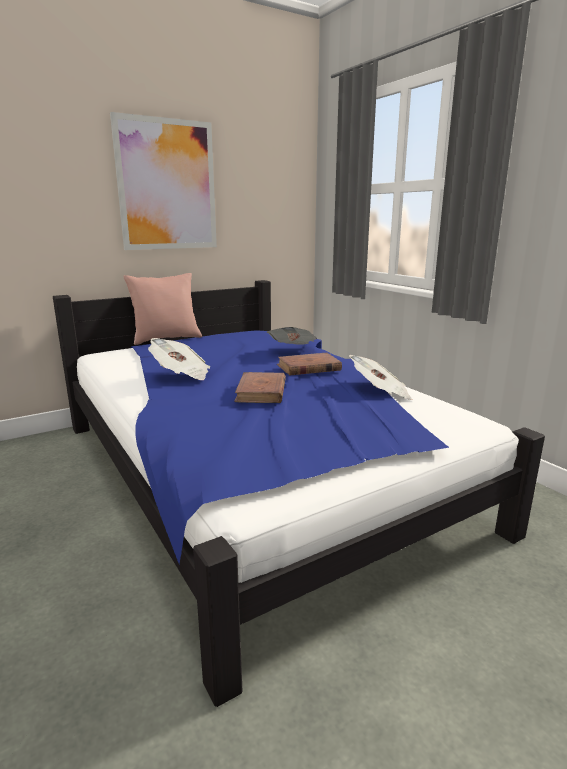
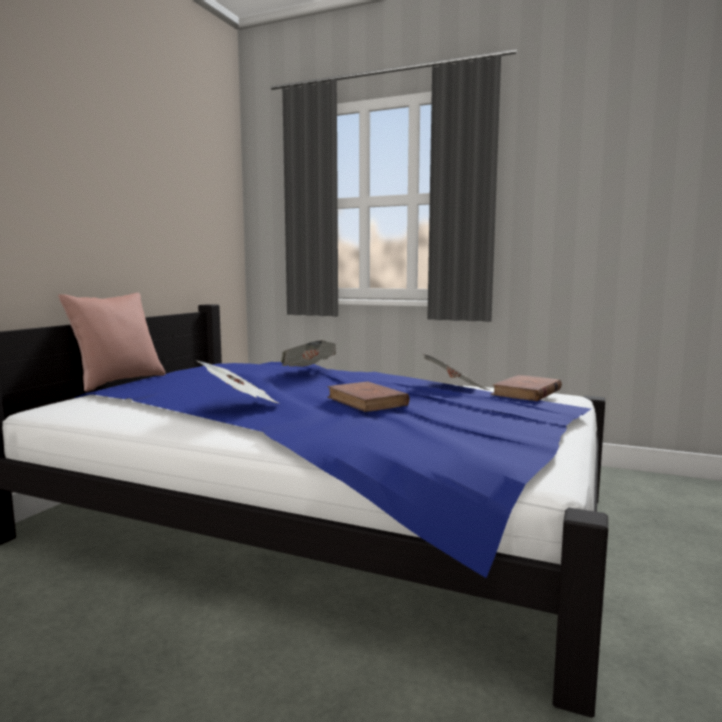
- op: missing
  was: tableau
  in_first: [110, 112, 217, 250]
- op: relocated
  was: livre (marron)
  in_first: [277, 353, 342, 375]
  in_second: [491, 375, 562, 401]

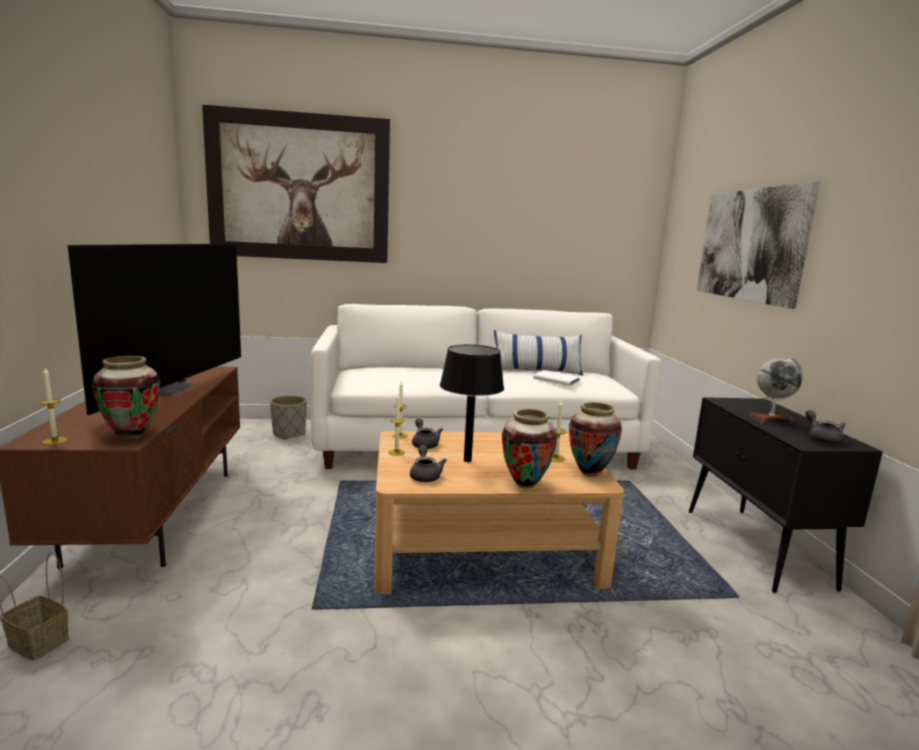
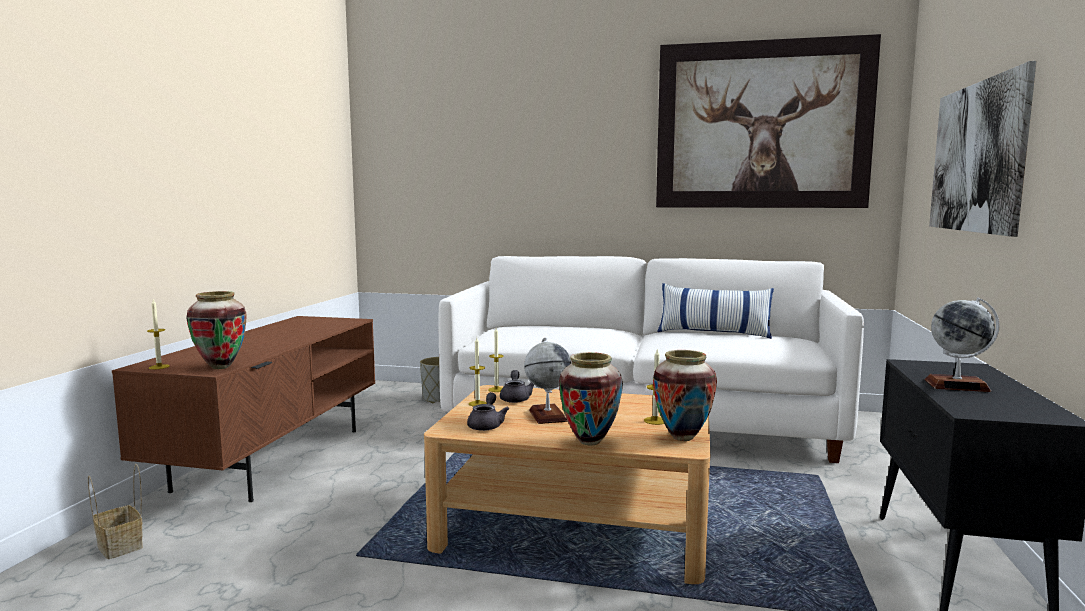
- op: missing
  was: téléviseur
  in_first: [68, 244, 241, 415]
- op: relocated
  was: tableau
  in_first: [202, 105, 390, 263]
  in_second: [656, 34, 881, 208]
- op: exchanged
  was: lampe de table (noir)
  now: globe
  in_first: [440, 345, 504, 462]
  in_second: [524, 338, 571, 424]
- op: missing
  was: livre (blanc)
  in_first: [533, 370, 580, 386]
- op: missing
  was: théière (gris)
  in_first: [805, 410, 846, 444]

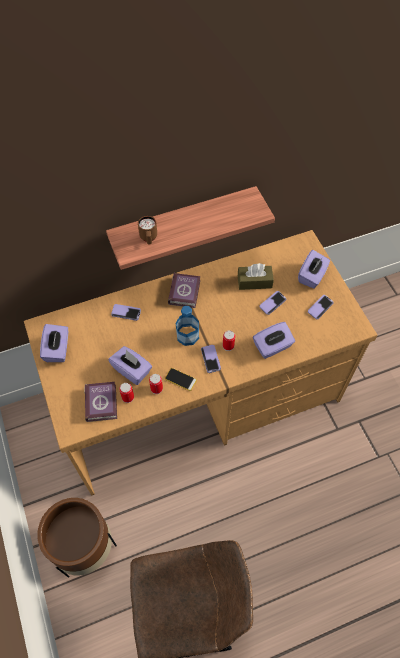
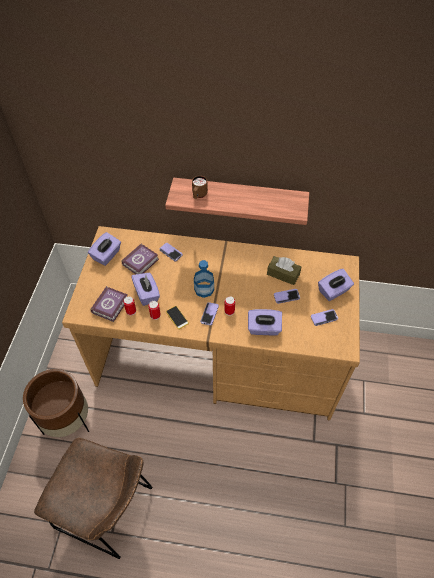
- op: relocated
  was: livre
  in_first: [168, 273, 200, 308]
  in_second: [121, 243, 159, 274]

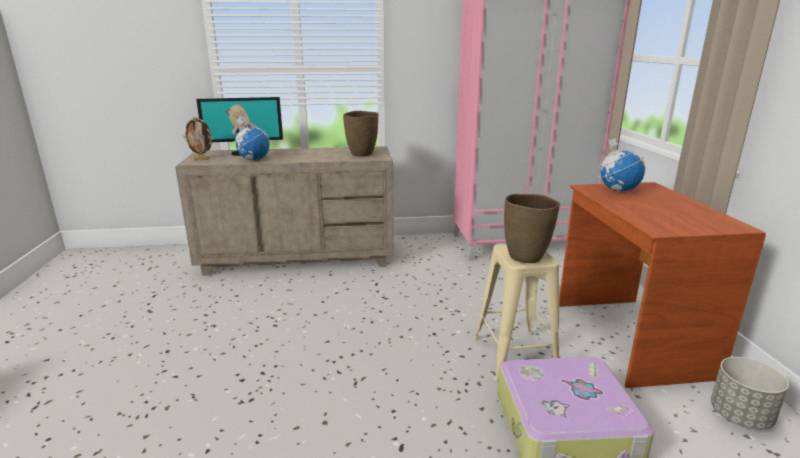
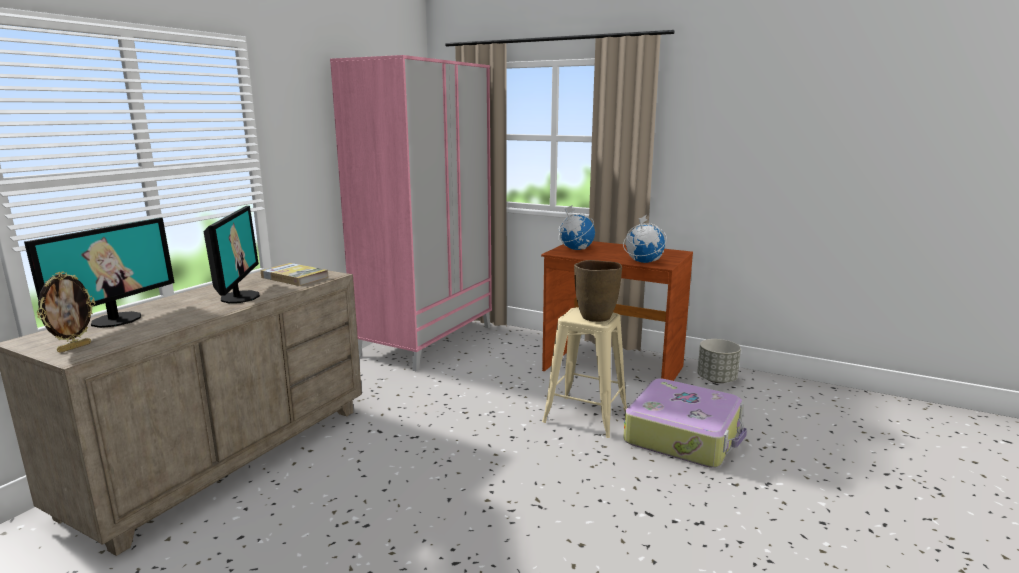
- op: relocated
  was: globe
  in_first: [234, 117, 270, 160]
  in_second: [623, 215, 667, 263]
- op: exchanged
  was: vase (marron)
  now: livre
  in_first: [343, 111, 378, 156]
  in_second: [260, 263, 328, 286]
- op: appeared
  now: écran d'ordinateur
  in_second: [204, 206, 260, 303]

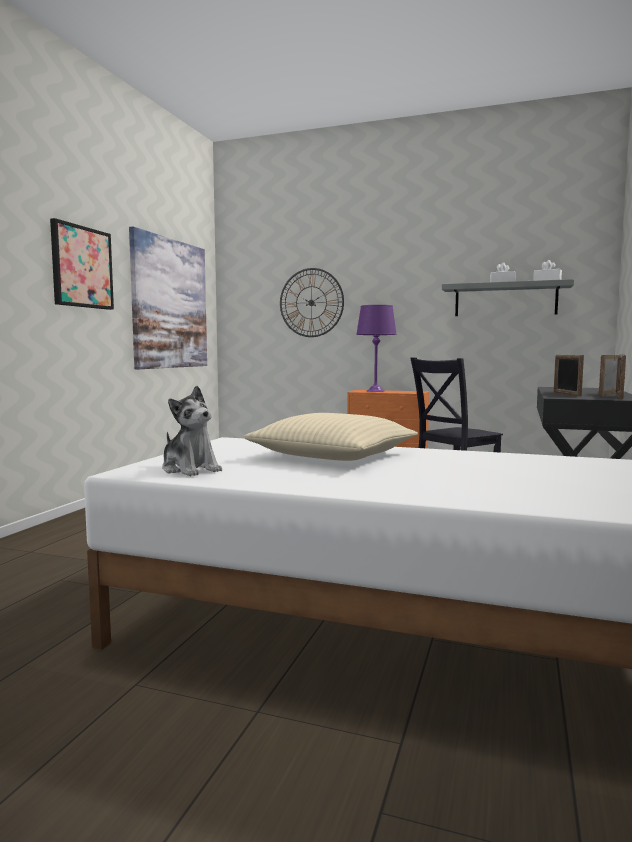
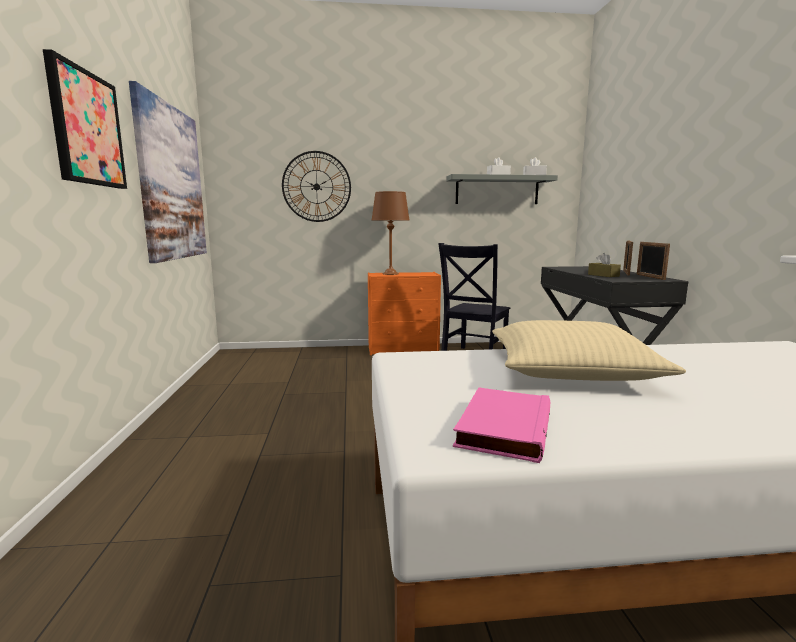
- op: exchanged
  was: peluche
  now: livre (rose)
  in_first: [162, 386, 222, 476]
  in_second: [453, 388, 550, 463]
- op: colour
  was: lampe de table (violet)
  now: lampe de table (marron)
  in_first: [356, 305, 397, 392]
  in_second: [371, 191, 410, 275]
- op: exchanged
  was: cadre photo
  now: boîte à mouchoirs (marron)
  in_first: [554, 355, 584, 396]
  in_second: [588, 253, 621, 277]

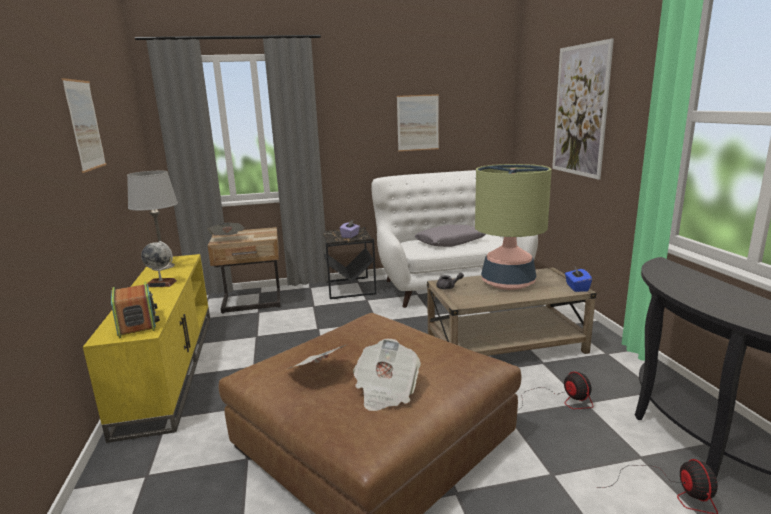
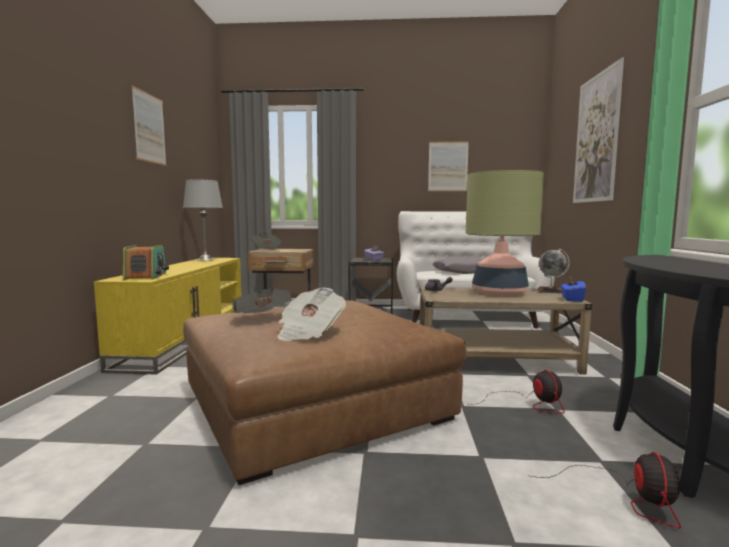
- op: relocated
  was: globe
  in_first: [141, 241, 177, 287]
  in_second: [537, 249, 570, 293]

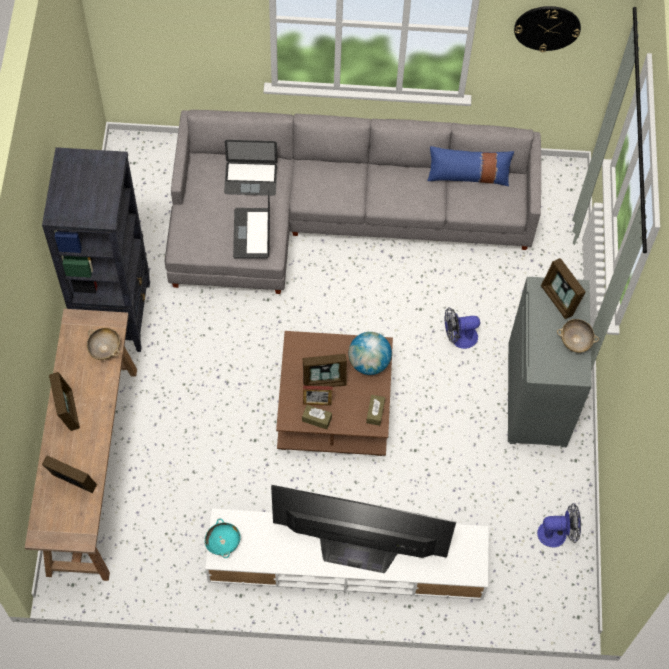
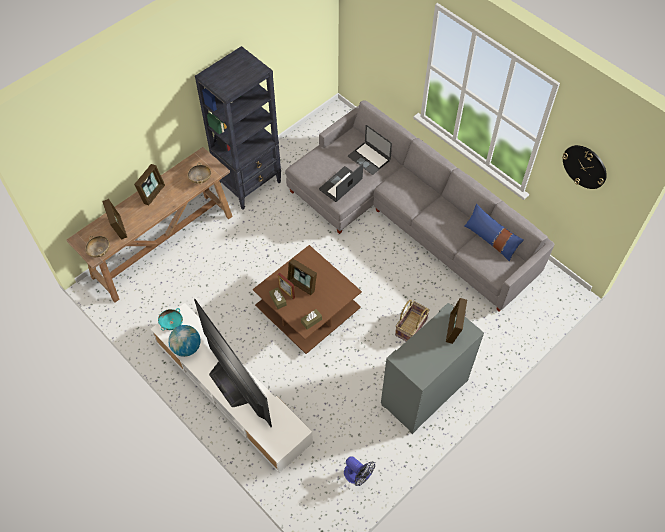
- op: relocated
  was: globe
  in_first: [349, 332, 392, 375]
  in_second: [168, 325, 200, 357]
- op: exchanged
  was: ventilateur
  now: panier
  in_first: [445, 307, 480, 349]
  in_second: [395, 300, 430, 341]
- op: relocated
  was: bol (beige)
  in_first: [557, 319, 599, 353]
  in_second: [85, 236, 110, 257]

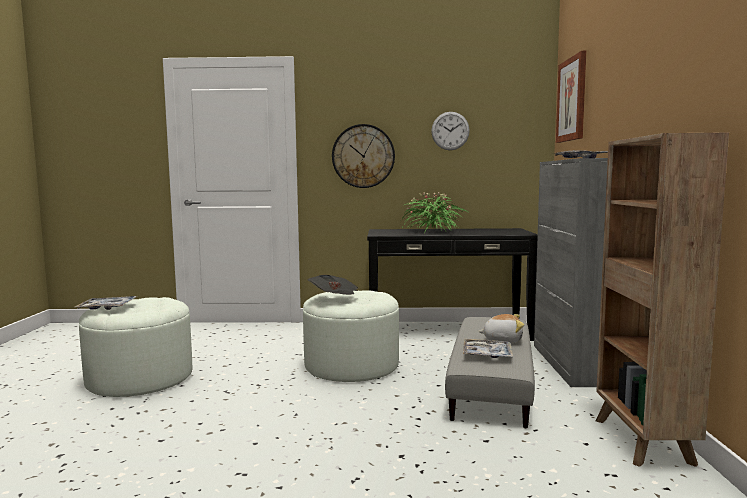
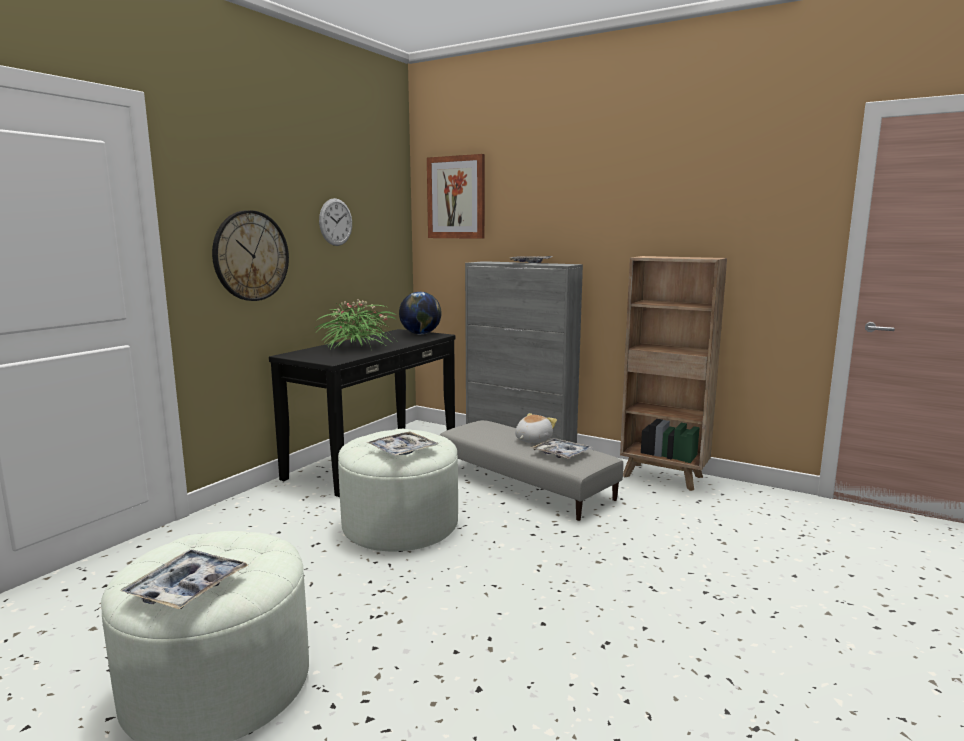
- op: exchanged
  was: journal
  now: plateau
  in_first: [308, 275, 358, 295]
  in_second: [367, 431, 439, 456]
- op: appeared
  now: globe
  in_second: [399, 292, 441, 334]

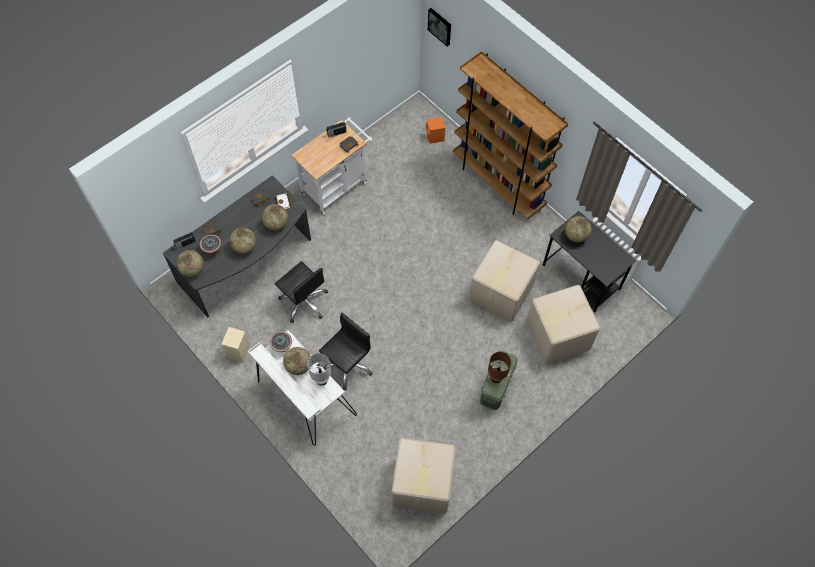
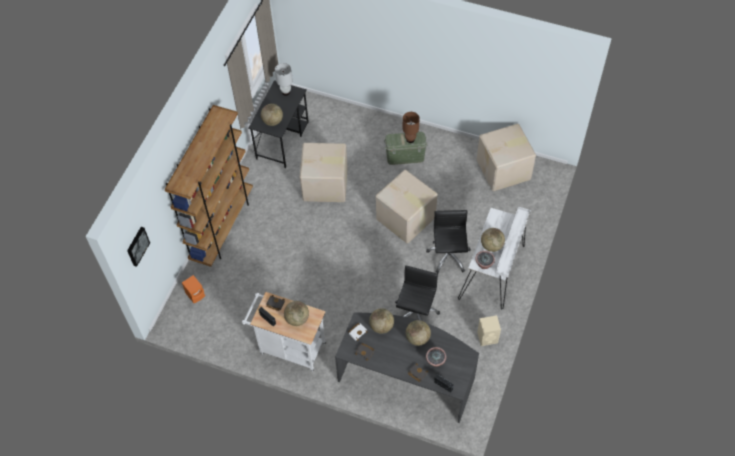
- op: relocated
  was: globe
  in_first: [176, 250, 204, 277]
  in_second: [284, 301, 309, 326]
- op: relocated
  was: lampe de table (blanc)
  in_first: [307, 353, 331, 386]
  in_second: [275, 63, 293, 96]
- op: spun
  was: chaise de bureau (noir)
  in_first: [319, 313, 373, 390]
  in_second: [426, 210, 471, 273]
  clockwise: 75
- op: relocated
  was: carton
  in_first: [526, 285, 600, 364]
  in_second: [376, 170, 437, 243]

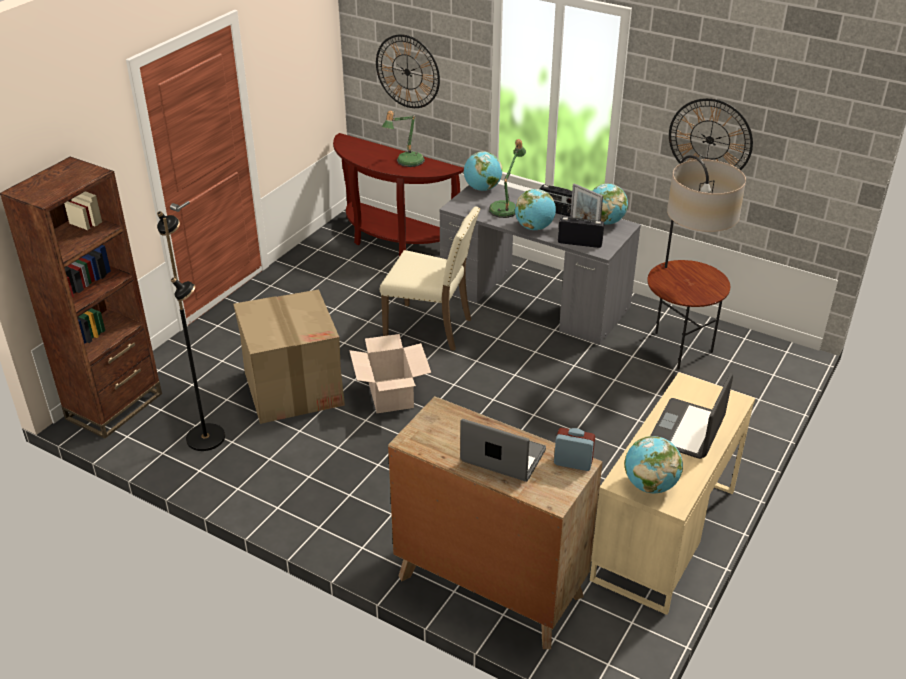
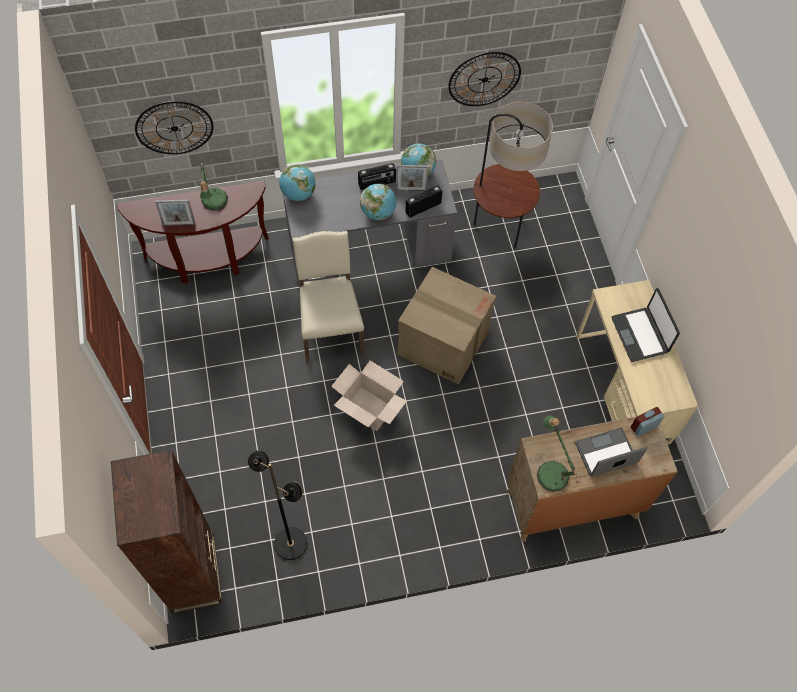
- op: relocated
  was: carton
  in_first: [233, 289, 345, 424]
  in_second: [397, 267, 496, 385]
- op: spun
  was: chaise (beige)
  in_first: [380, 206, 481, 351]
  in_second: [293, 231, 364, 362]
  clockwise: -75
- op: relocated
  was: lampe de table
  in_first: [489, 139, 526, 218]
  in_second: [537, 416, 577, 492]
- op: missing
  was: globe
  in_first: [625, 436, 683, 493]
- op: appeared
  now: cadre photo
  in_second: [155, 200, 195, 226]

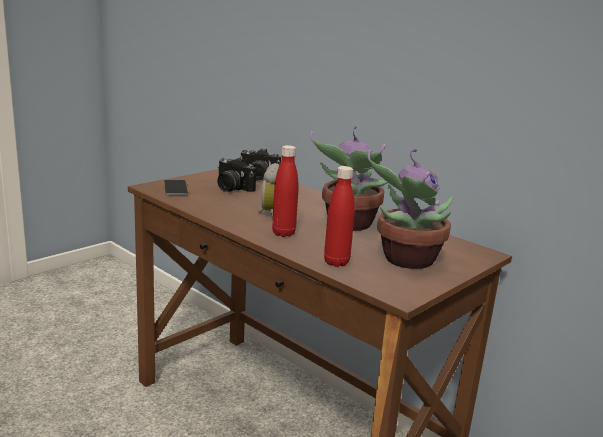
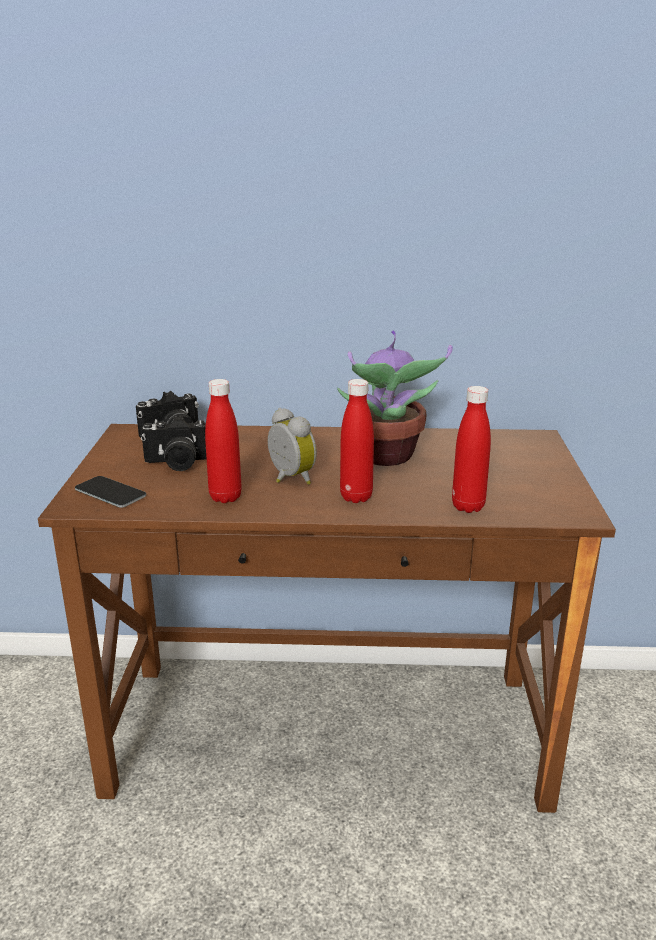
- op: missing
  was: plante en pot
  in_first: [367, 149, 453, 269]
- op: appeared
  now: bouteille (rouge)
  in_second: [205, 379, 242, 503]

